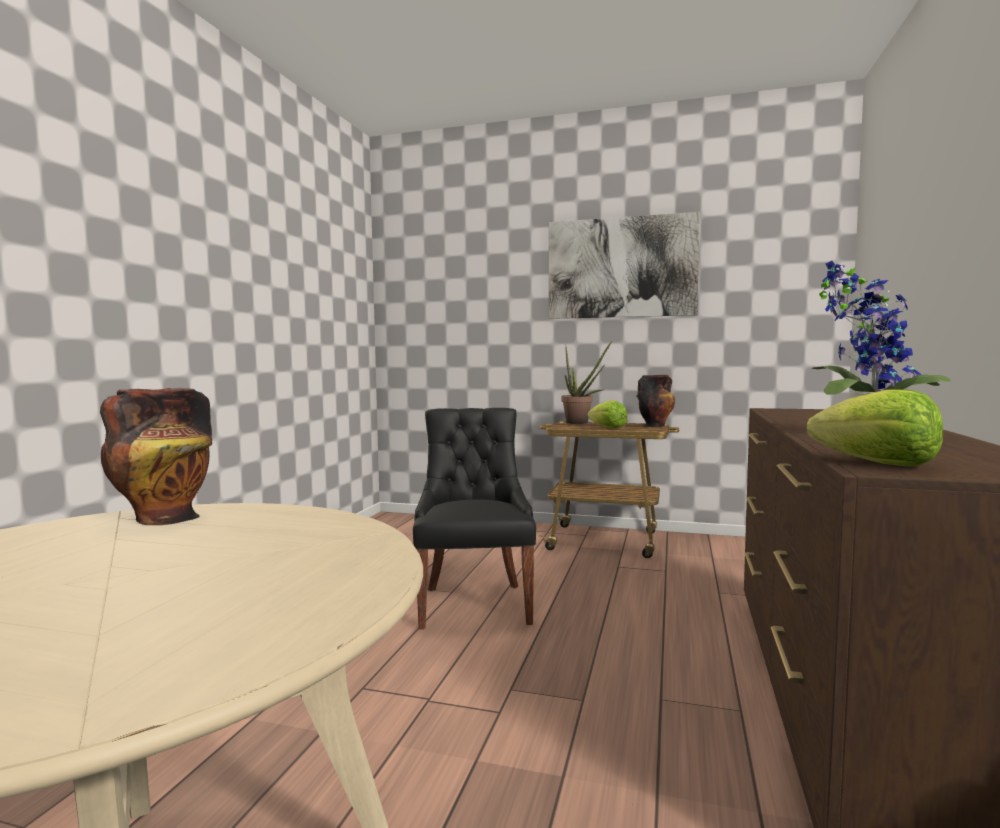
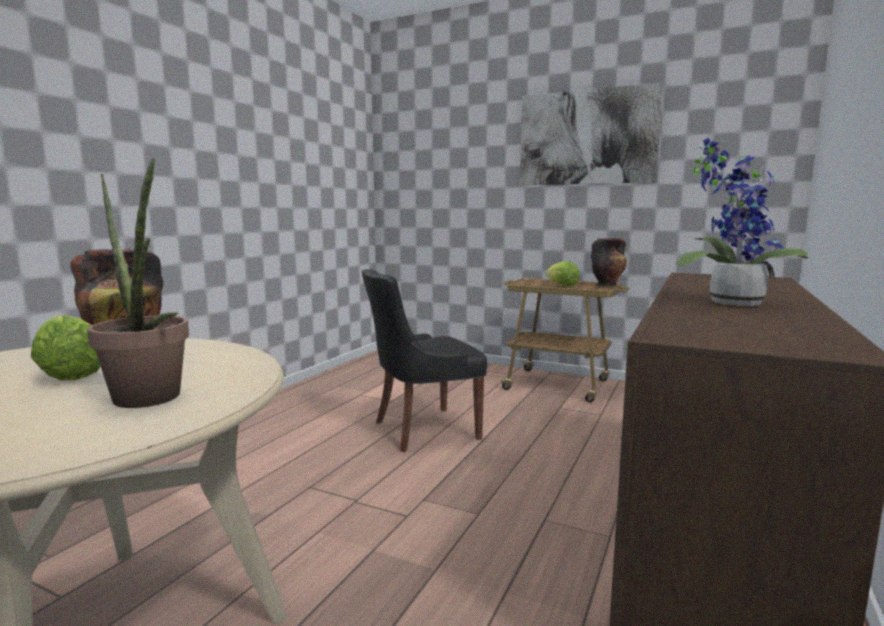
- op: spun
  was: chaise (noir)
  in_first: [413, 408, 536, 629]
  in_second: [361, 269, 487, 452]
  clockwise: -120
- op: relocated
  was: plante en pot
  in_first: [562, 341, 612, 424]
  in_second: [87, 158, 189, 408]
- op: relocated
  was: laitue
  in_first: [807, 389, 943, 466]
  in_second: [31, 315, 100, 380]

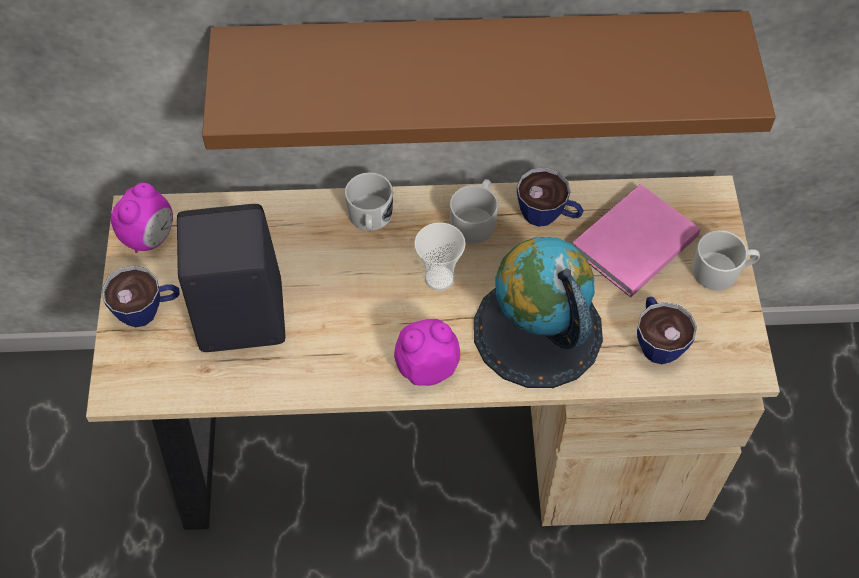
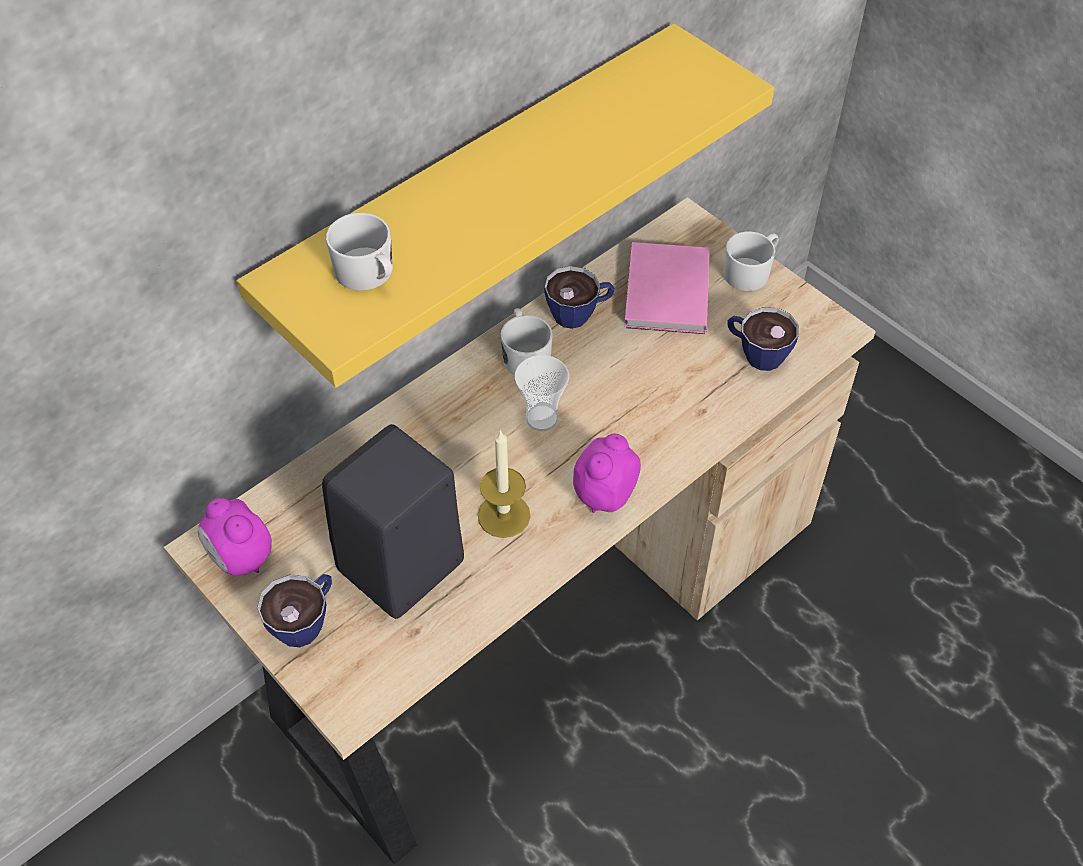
- op: spun
  was: réveil
  in_first: [111, 183, 173, 253]
  in_second: [198, 498, 272, 576]
  clockwise: 150
- op: colour
  was: étagère (marron)
  now: étagère (jaune)
  in_first: [202, 11, 776, 150]
  in_second: [237, 23, 774, 387]
- op: relocated
  was: mug (blanc)
  in_first: [345, 172, 393, 231]
  in_second: [326, 213, 393, 291]
- op: missing
  was: globe
  in_first: [474, 237, 603, 388]
- op: appeared
  now: bougie
  in_second: [478, 430, 530, 538]

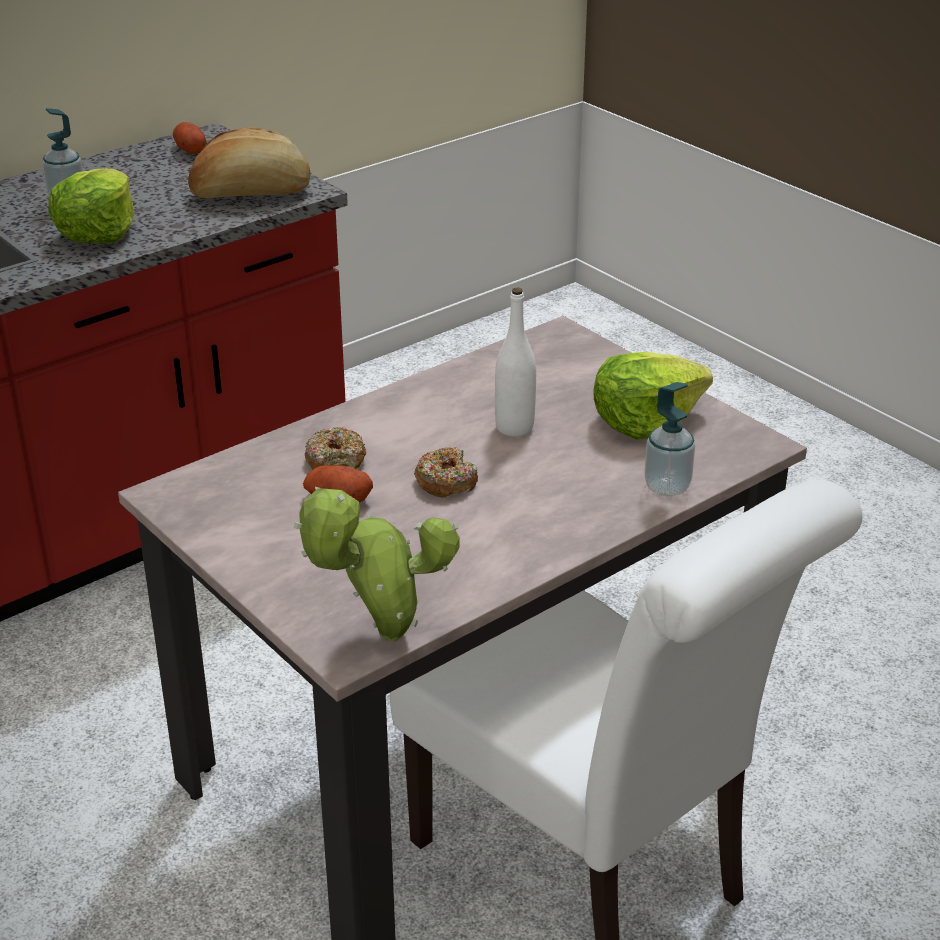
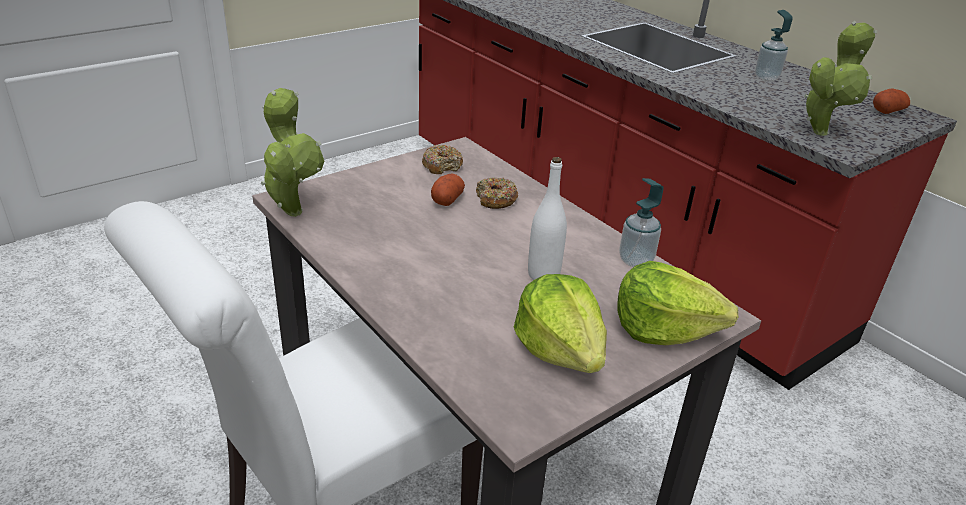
- op: relocated
  was: laitue
  in_first: [48, 168, 134, 244]
  in_second: [617, 261, 738, 345]
- op: exchanged
  was: pain
  now: plante en pot
  in_first: [188, 127, 311, 198]
  in_second: [804, 21, 877, 136]
- op: relocated
  was: beignet
  in_first: [414, 447, 478, 497]
  in_second: [422, 145, 463, 174]
- op: relocated
  was: distributeur de savon
  in_first: [644, 382, 695, 497]
  in_second: [619, 178, 664, 267]

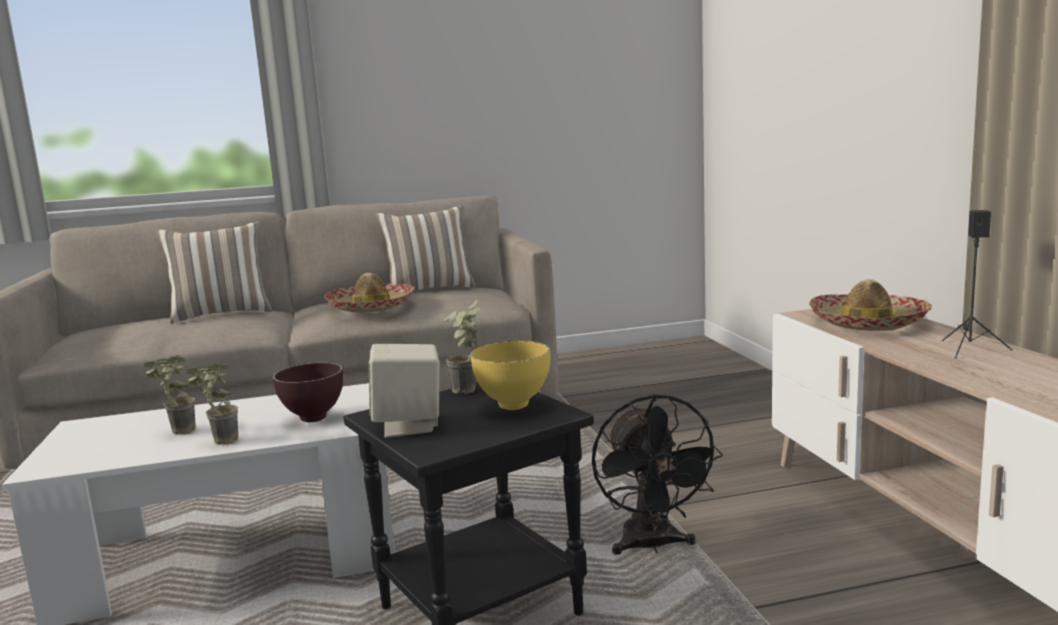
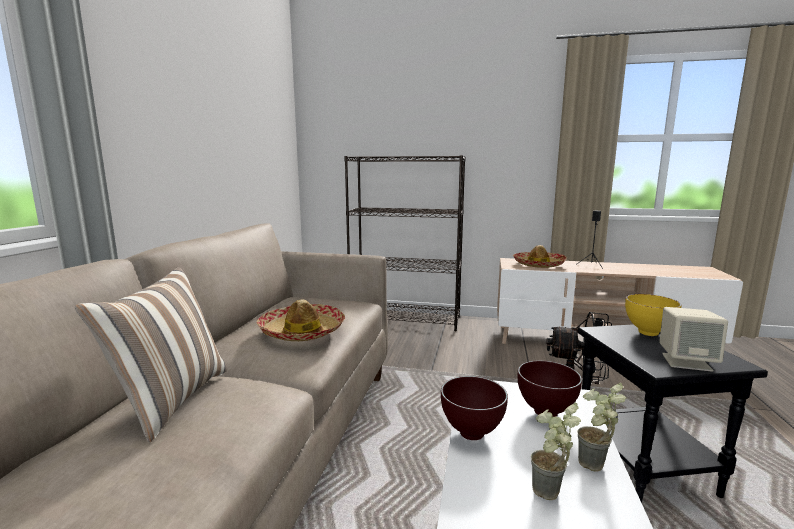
- op: missing
  was: coussin
  in_first: [376, 205, 476, 291]
- op: missing
  was: plante en pot
  in_first: [444, 300, 481, 394]
- op: appeared
  now: bibliothèque (noir)
  in_second: [344, 155, 465, 331]
- op: appeared
  now: bol (marron)
  in_second: [441, 376, 508, 440]

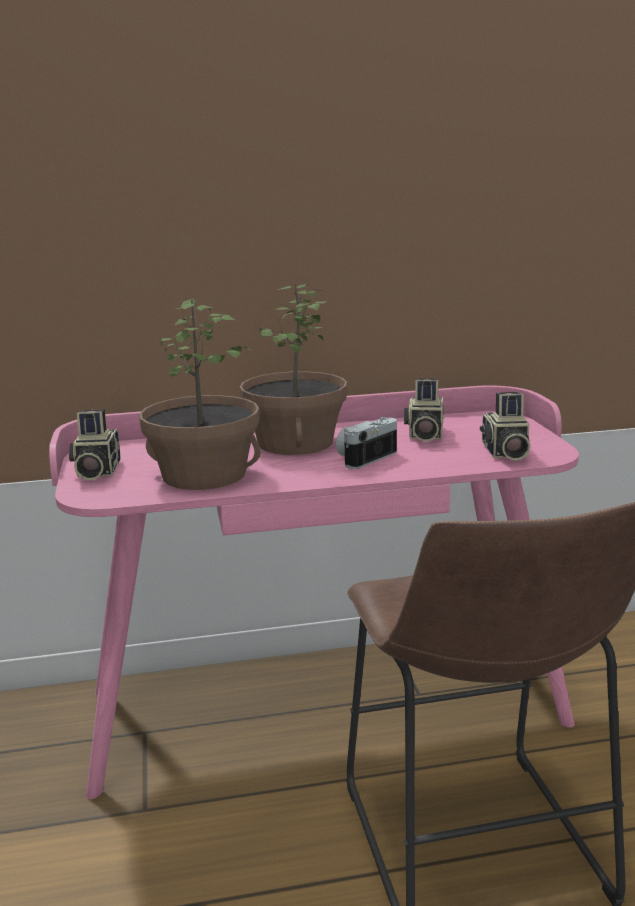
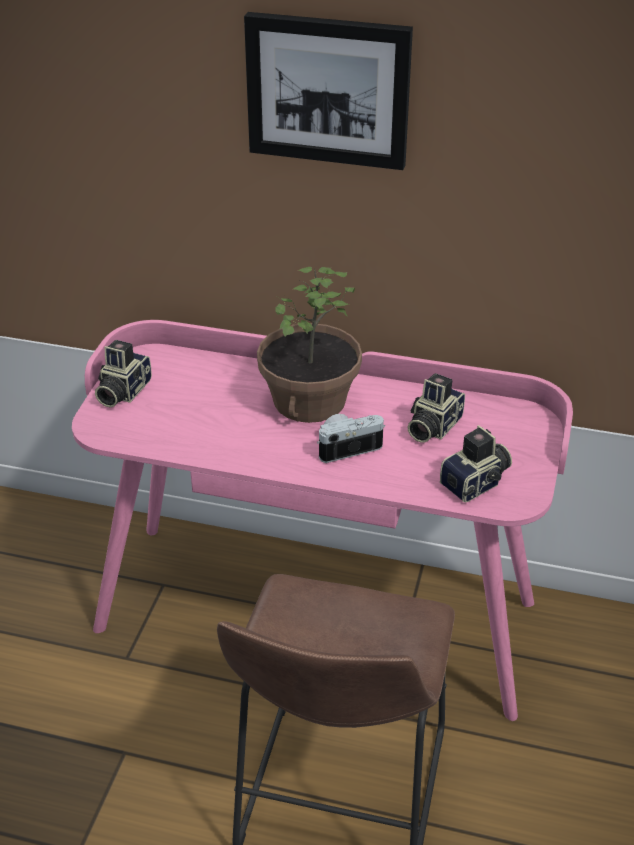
- op: missing
  was: plante en pot
  in_first: [139, 299, 261, 490]
- op: spun
  was: appareil photo
  in_first: [480, 392, 531, 461]
  in_second: [440, 425, 512, 502]
  clockwise: -150
- op: appeared
  now: tableau
  in_second: [244, 12, 413, 170]

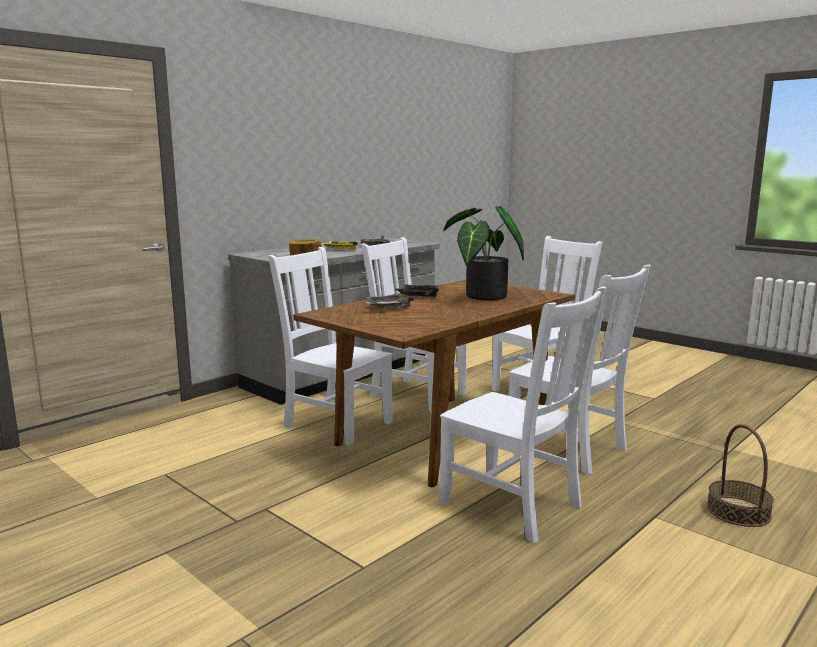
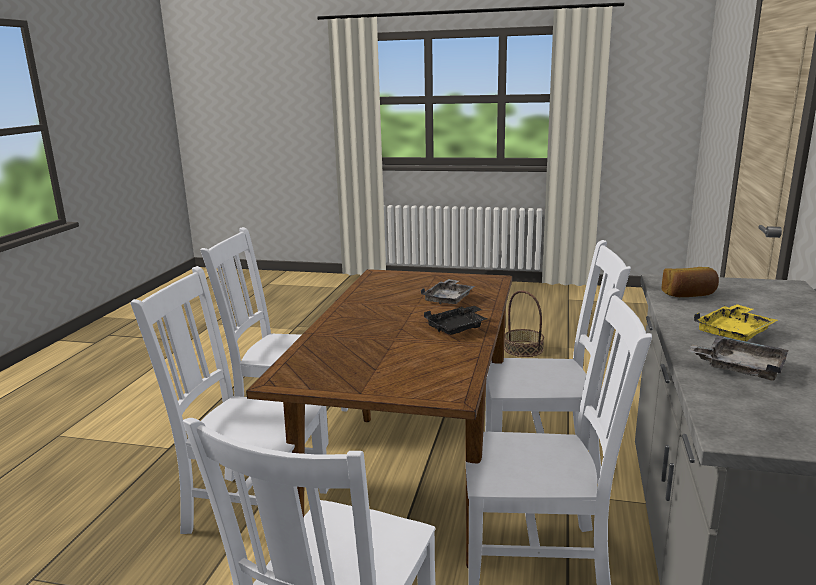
- op: missing
  was: plante en pot
  in_first: [443, 206, 524, 301]
- op: relocated
  was: panier
  in_first: [707, 424, 774, 527]
  in_second: [504, 291, 544, 357]

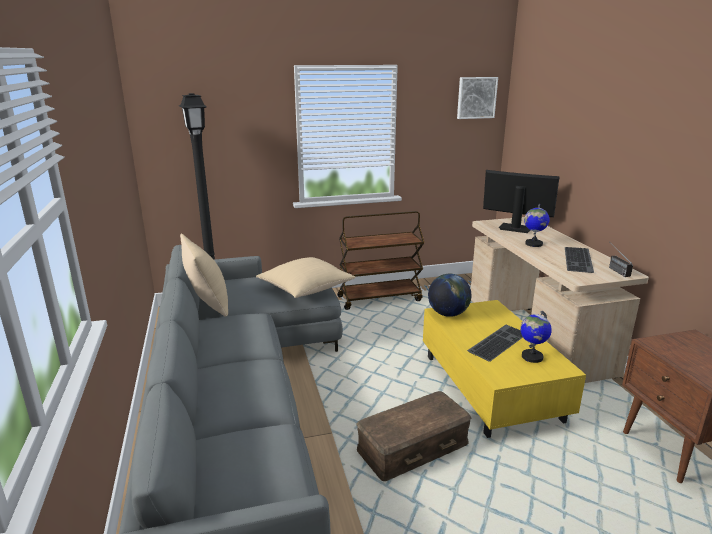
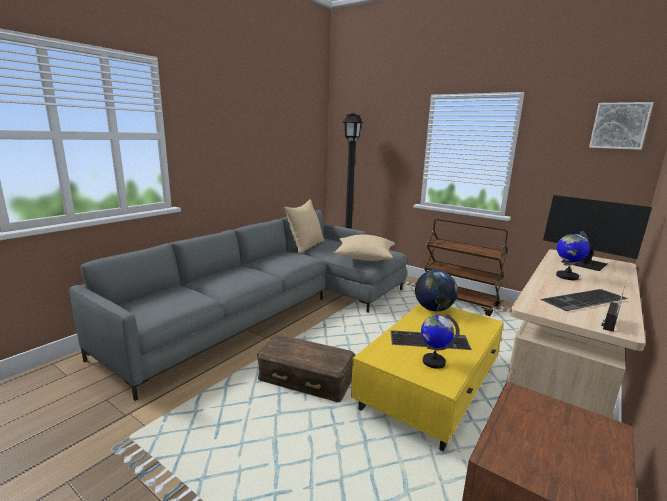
- op: spun
  was: écran d'ordinateur
  in_first: [483, 170, 560, 233]
  in_second: [543, 195, 652, 271]
  clockwise: 150

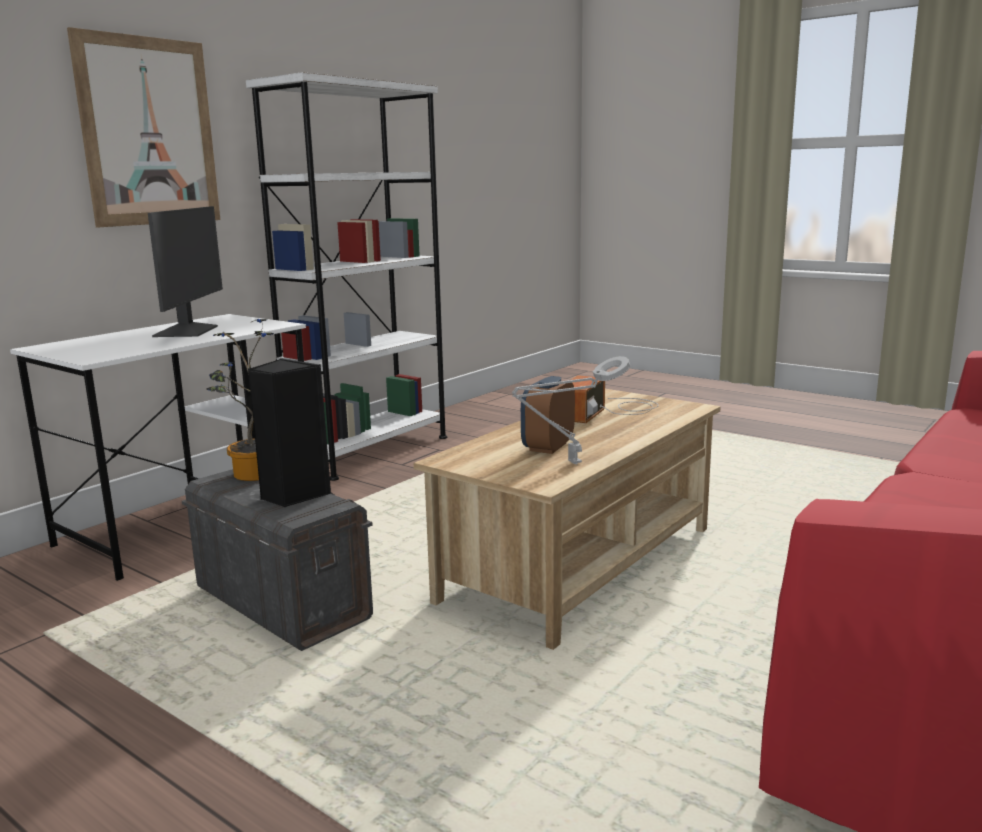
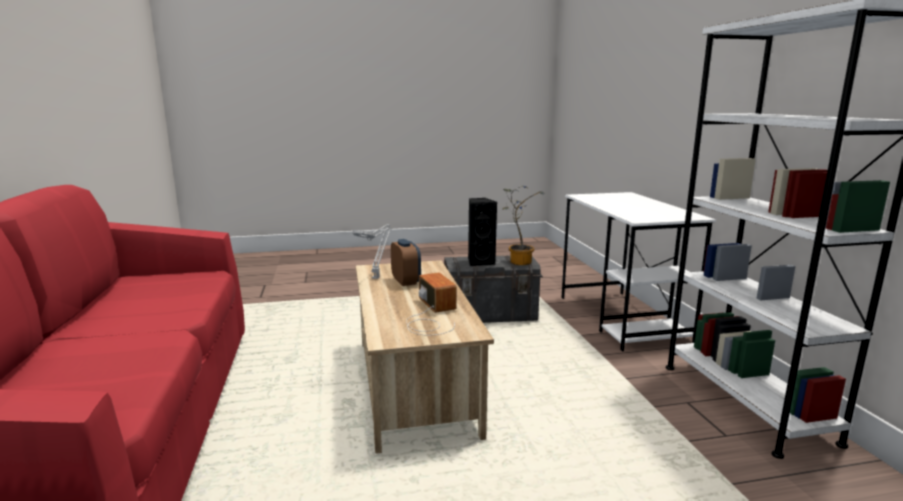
- op: missing
  was: tableau
  in_first: [67, 27, 220, 227]
- op: missing
  was: écran d'ordinateur
  in_first: [148, 206, 223, 337]

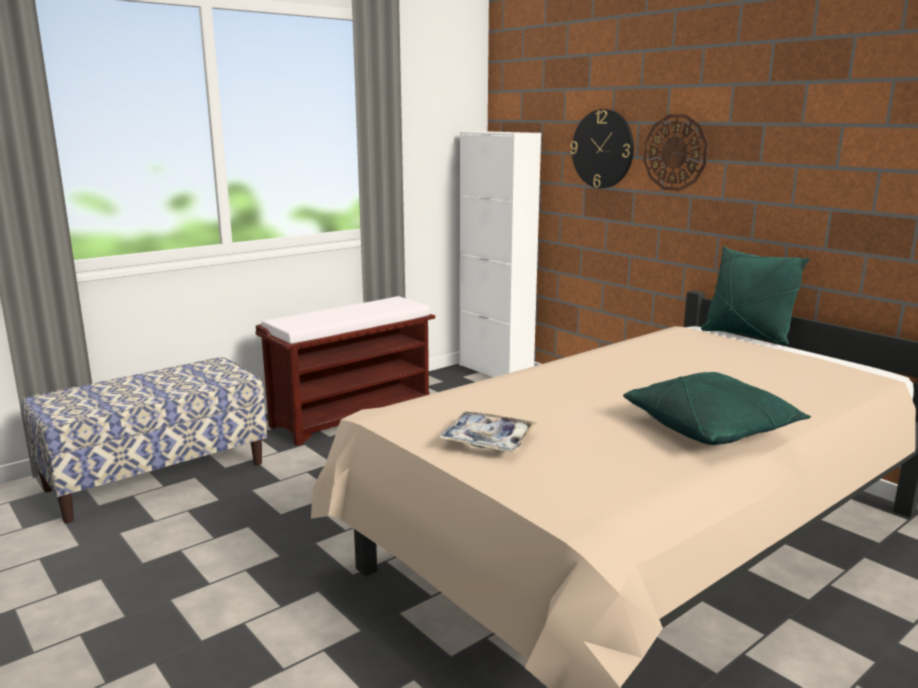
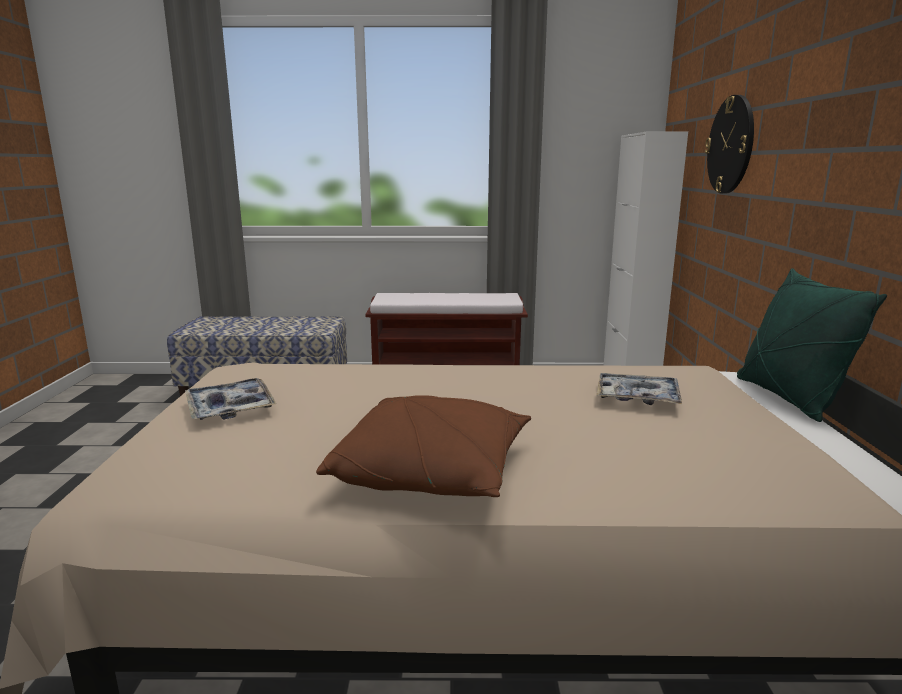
- op: colour
  was: coussin (vert)
  now: coussin (marron)
  in_first: [623, 372, 811, 445]
  in_second: [316, 395, 531, 497]
- op: missing
  was: horloge murale
  in_first: [643, 114, 708, 191]
- op: appeared
  now: plateau
  in_second: [596, 373, 682, 405]

